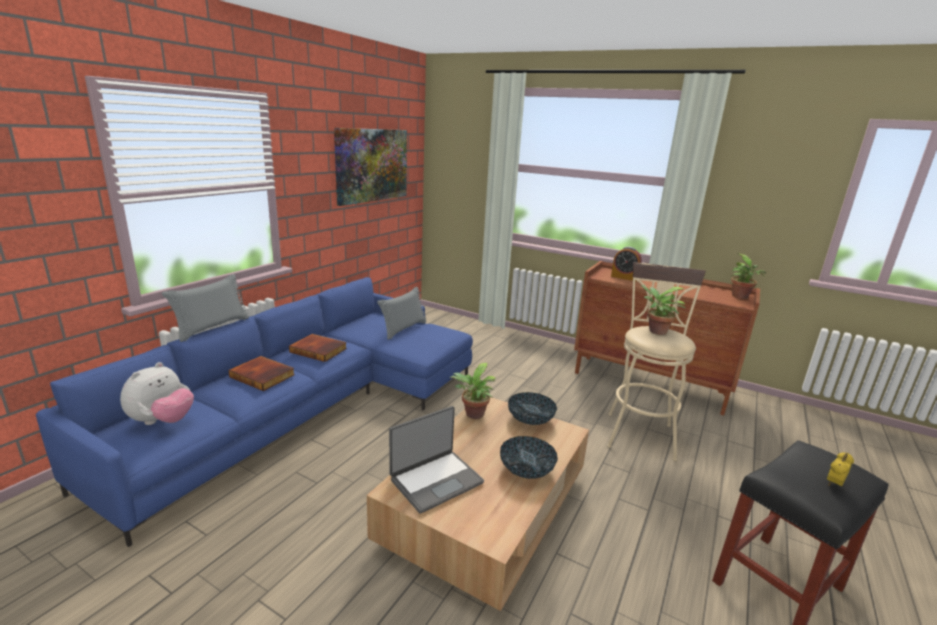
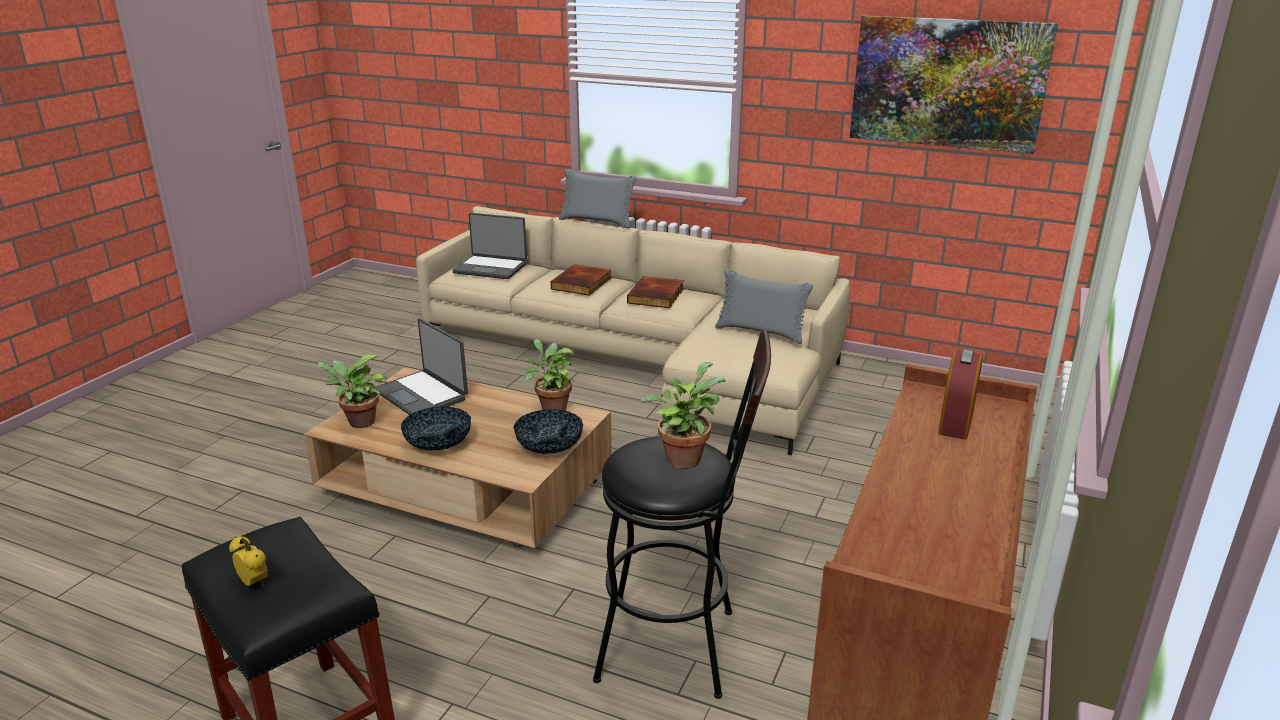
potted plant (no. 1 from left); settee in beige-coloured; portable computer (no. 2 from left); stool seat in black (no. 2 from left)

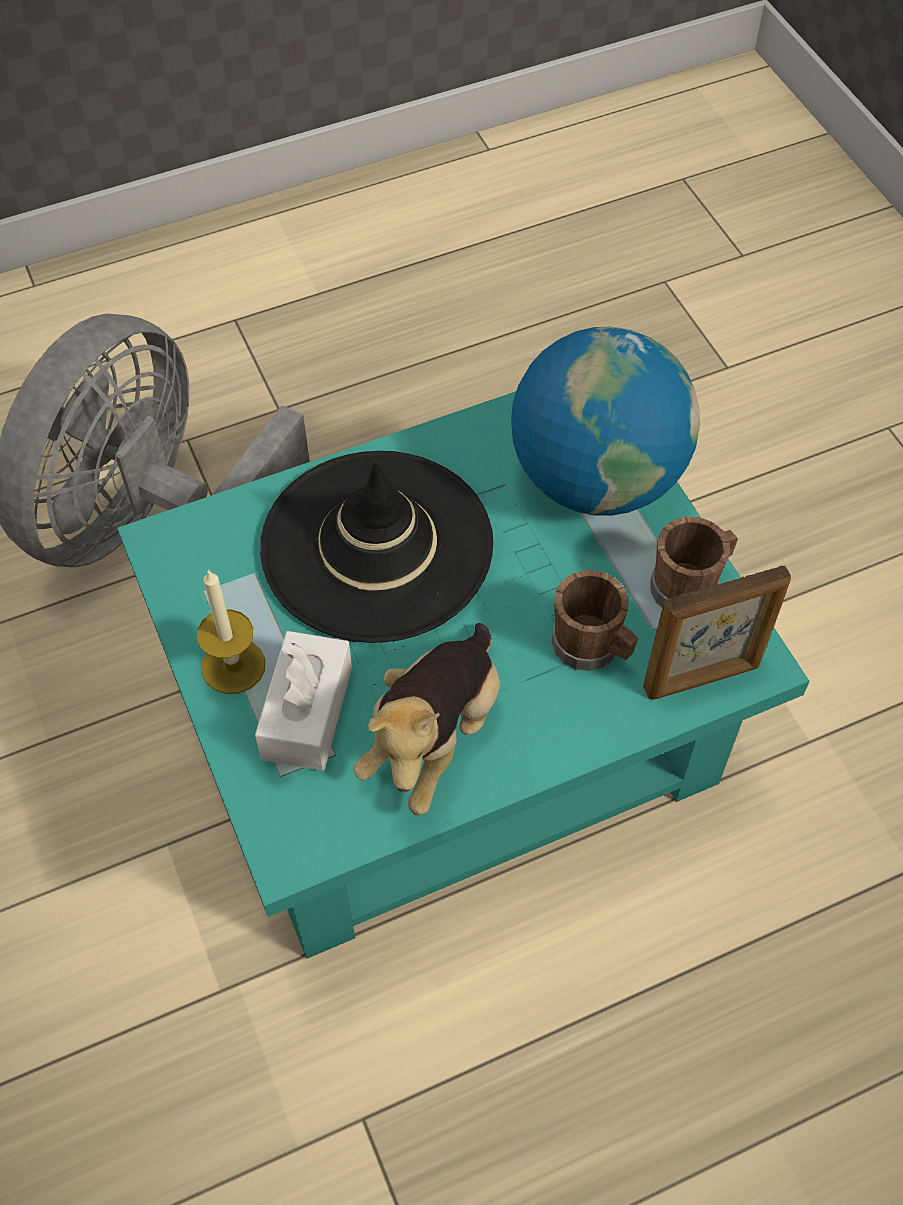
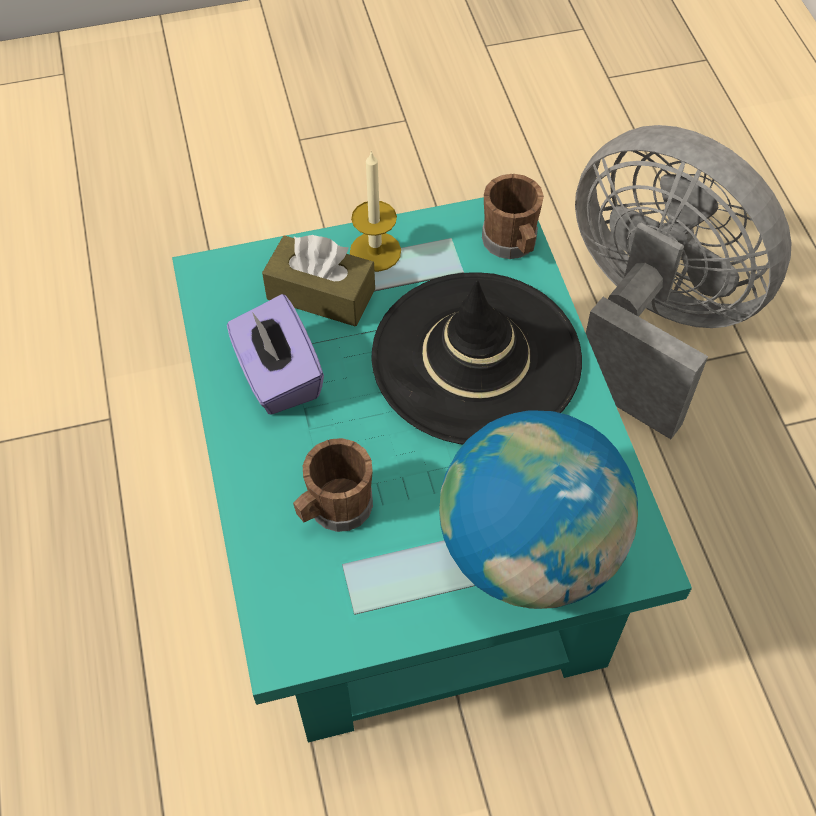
box of tissues in purplish; box of tissues in brown; tea mug in brown (no. 2 from left); picture frame

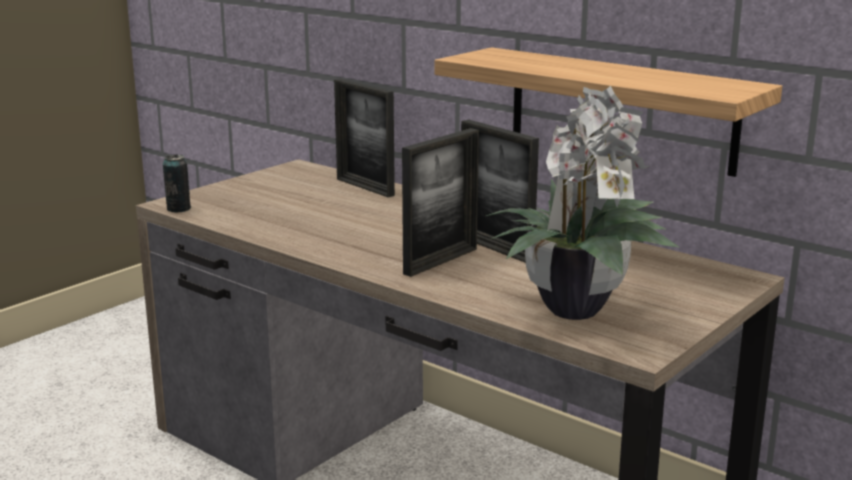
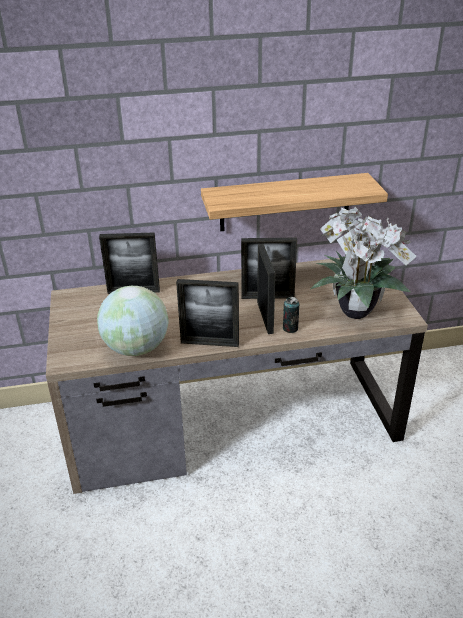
globe; picture frame (no. 2 from left); can

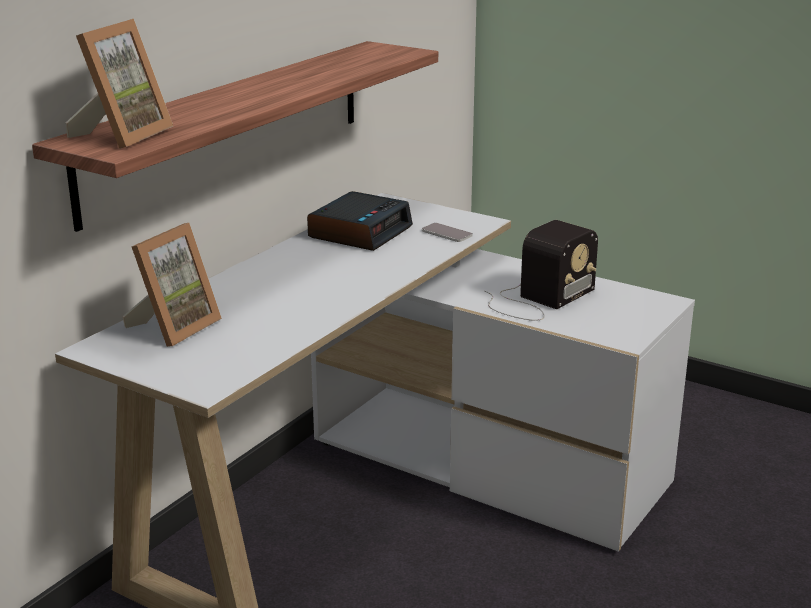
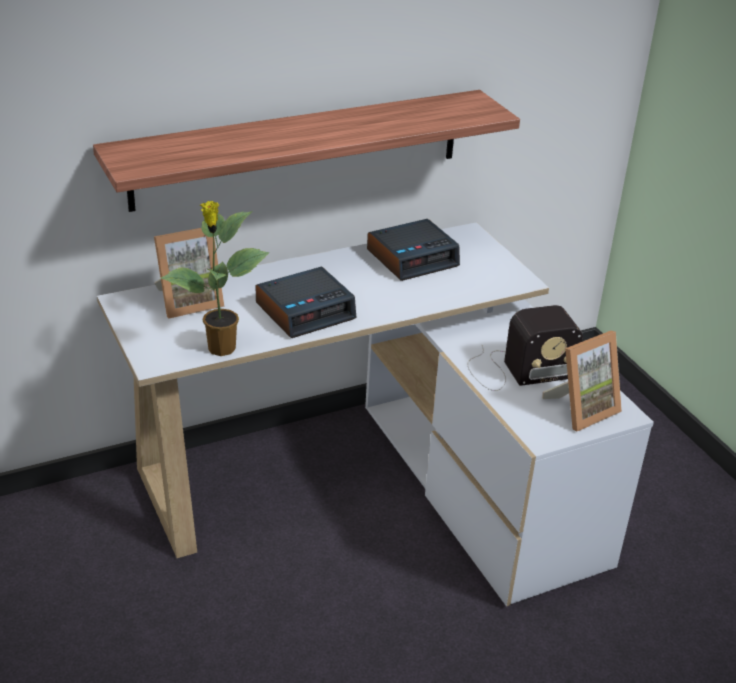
potted plant; alarm clock (no. 1 from left); picture frame (no. 2 from left); handset

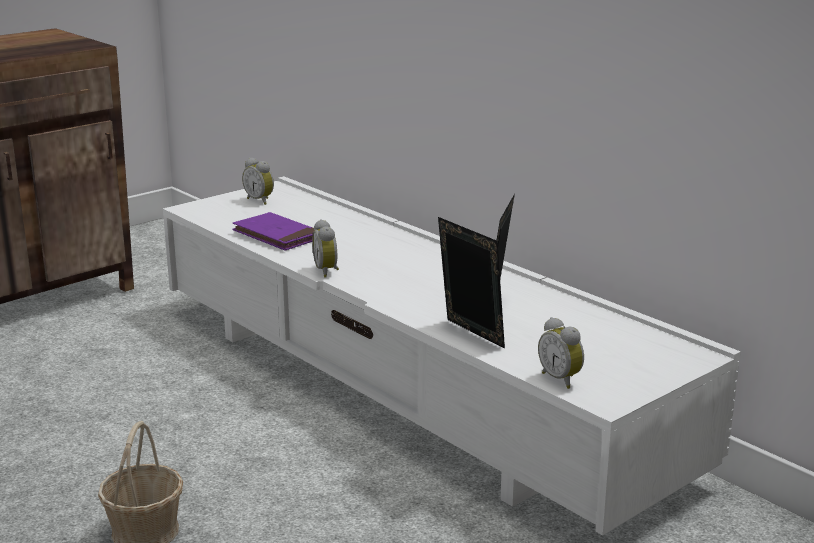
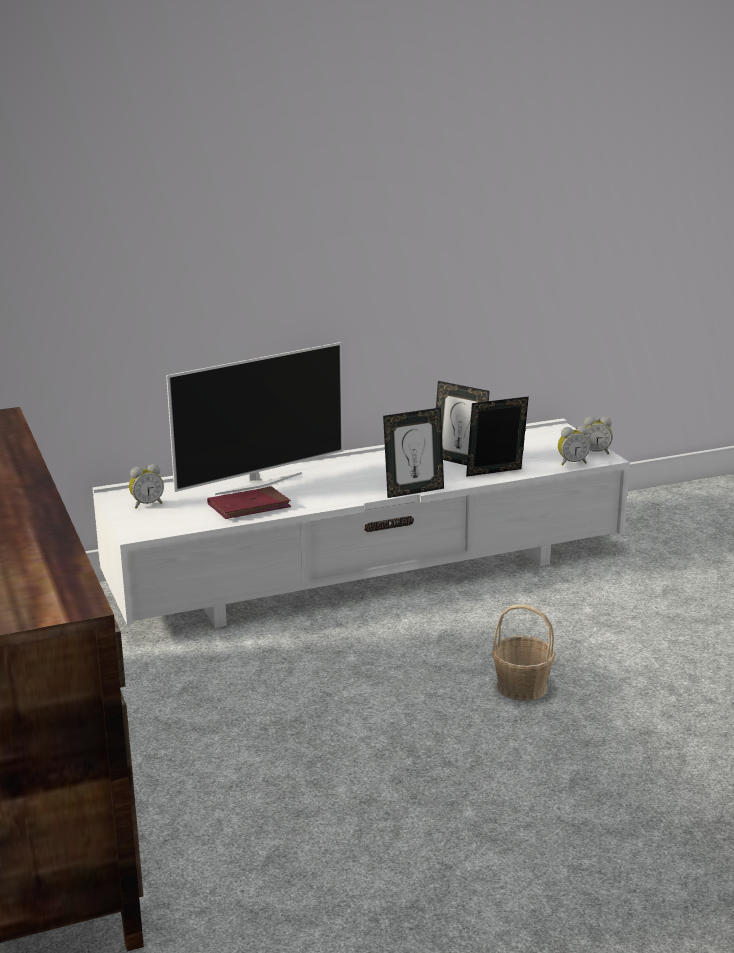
TV; book in reddish; picture frame (no. 1 from left); alarm clock (no. 3 from left)

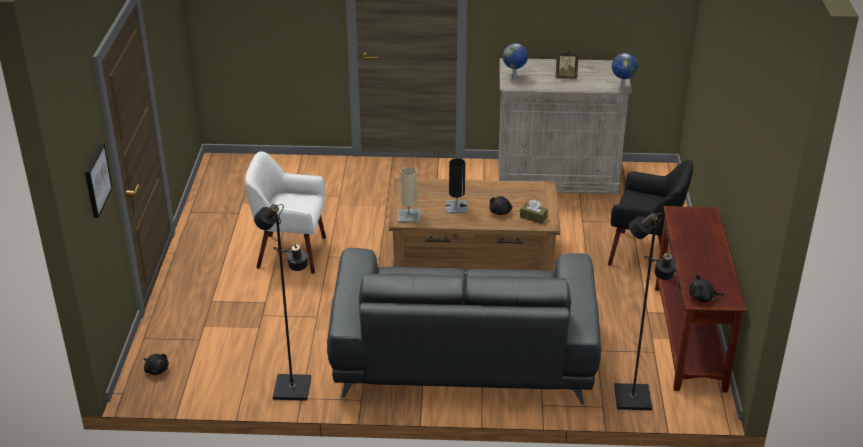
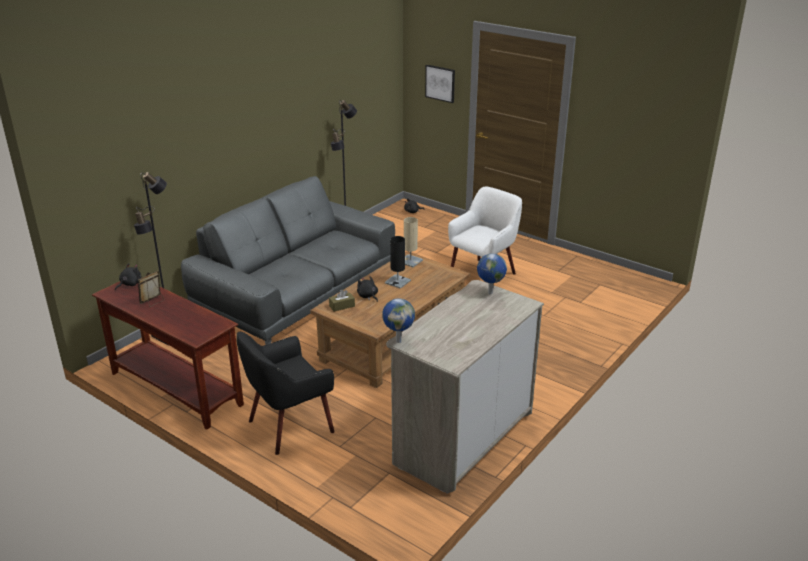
picture frame

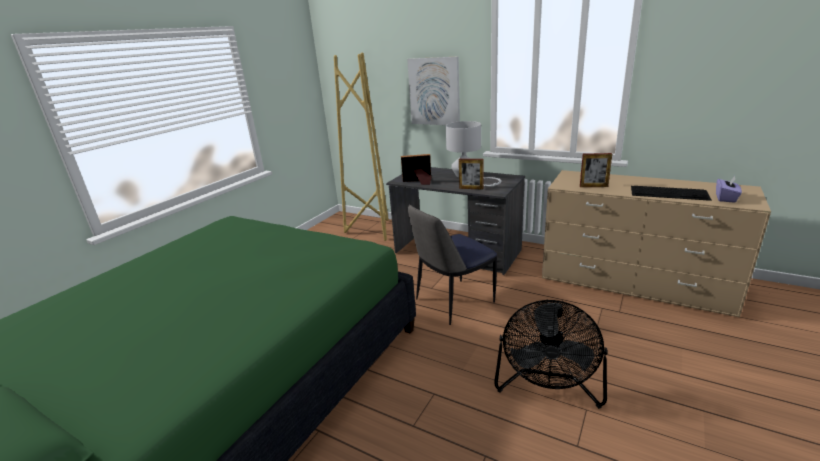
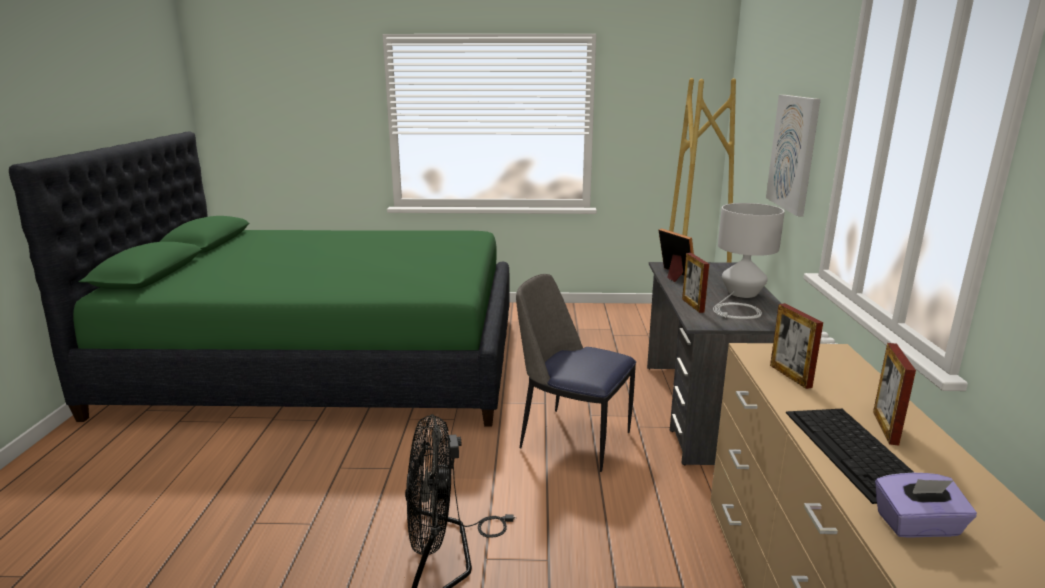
picture frame (no. 4 from left)

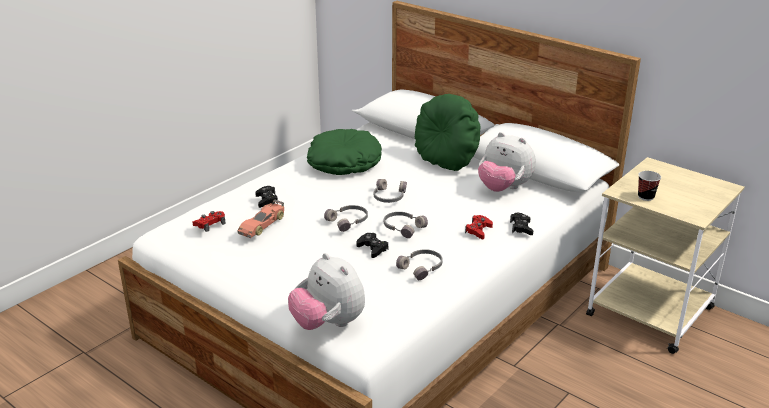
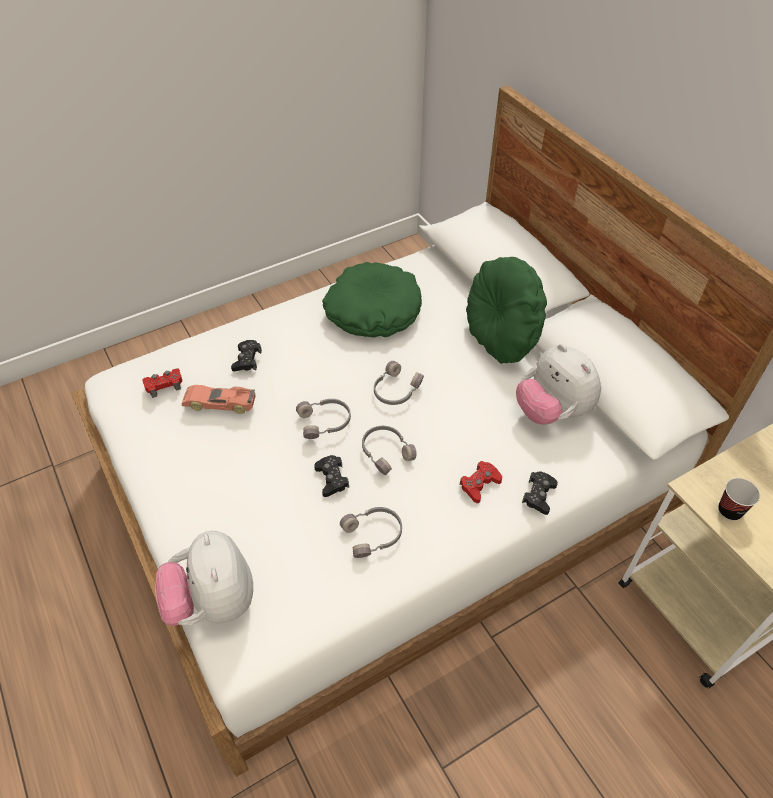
toy car

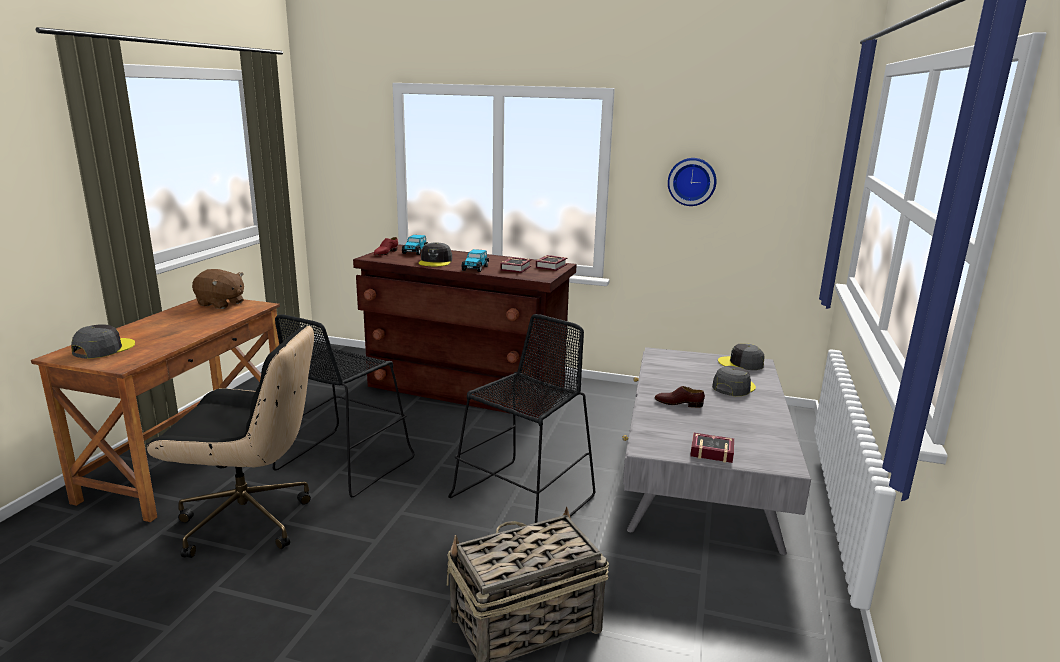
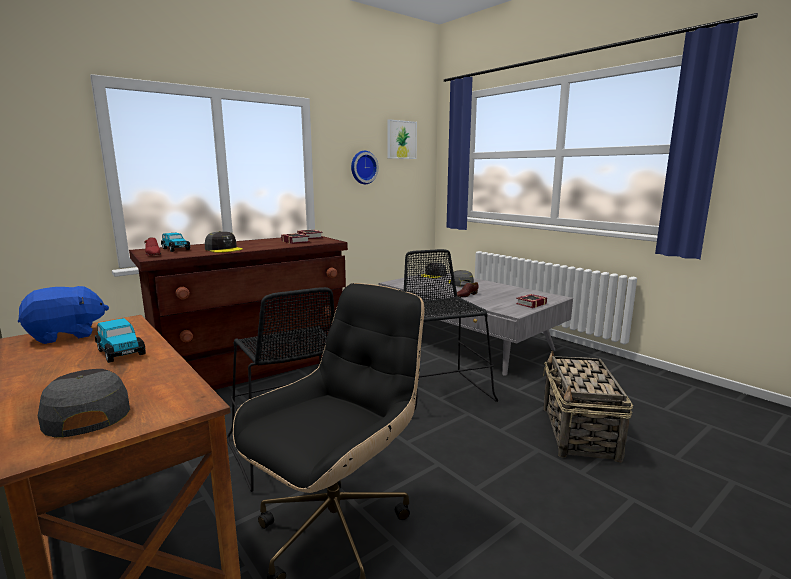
cuddly toy in bluish; toy car (no. 1 from left); wall picture

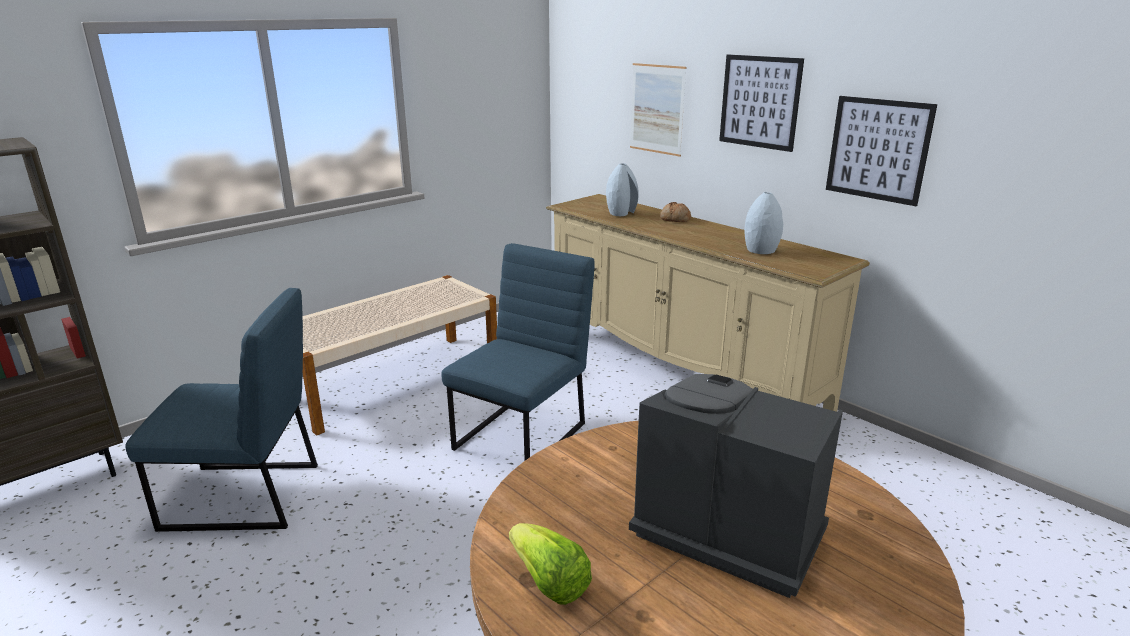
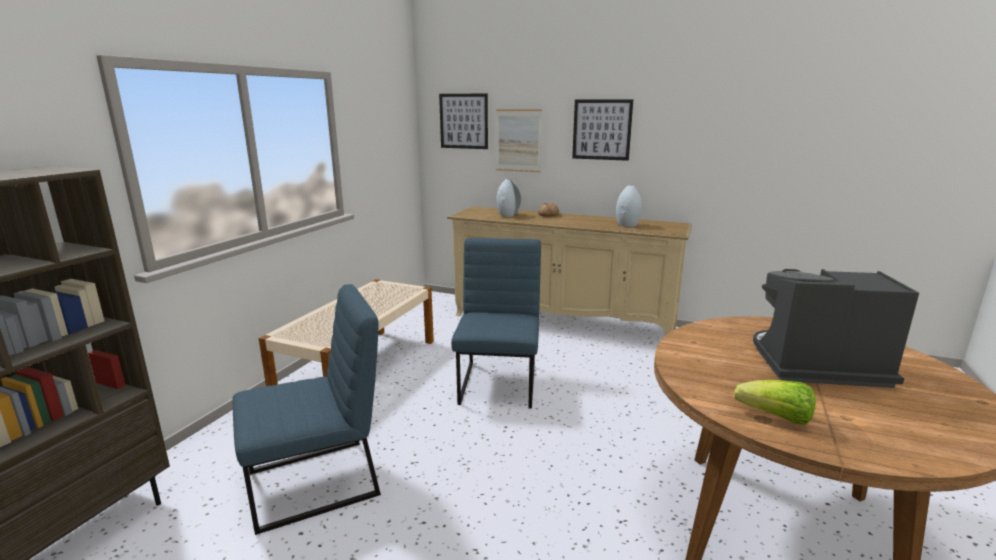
wall picture (no. 1 from left)

